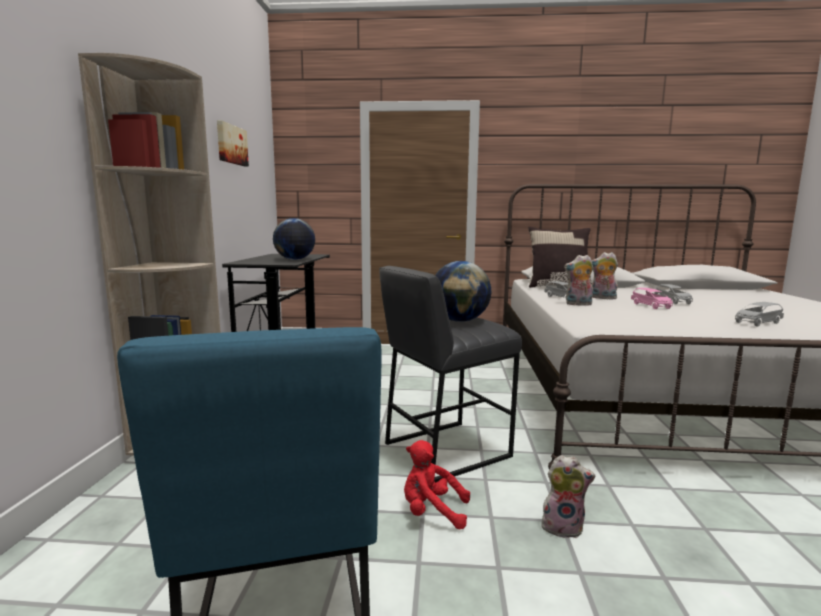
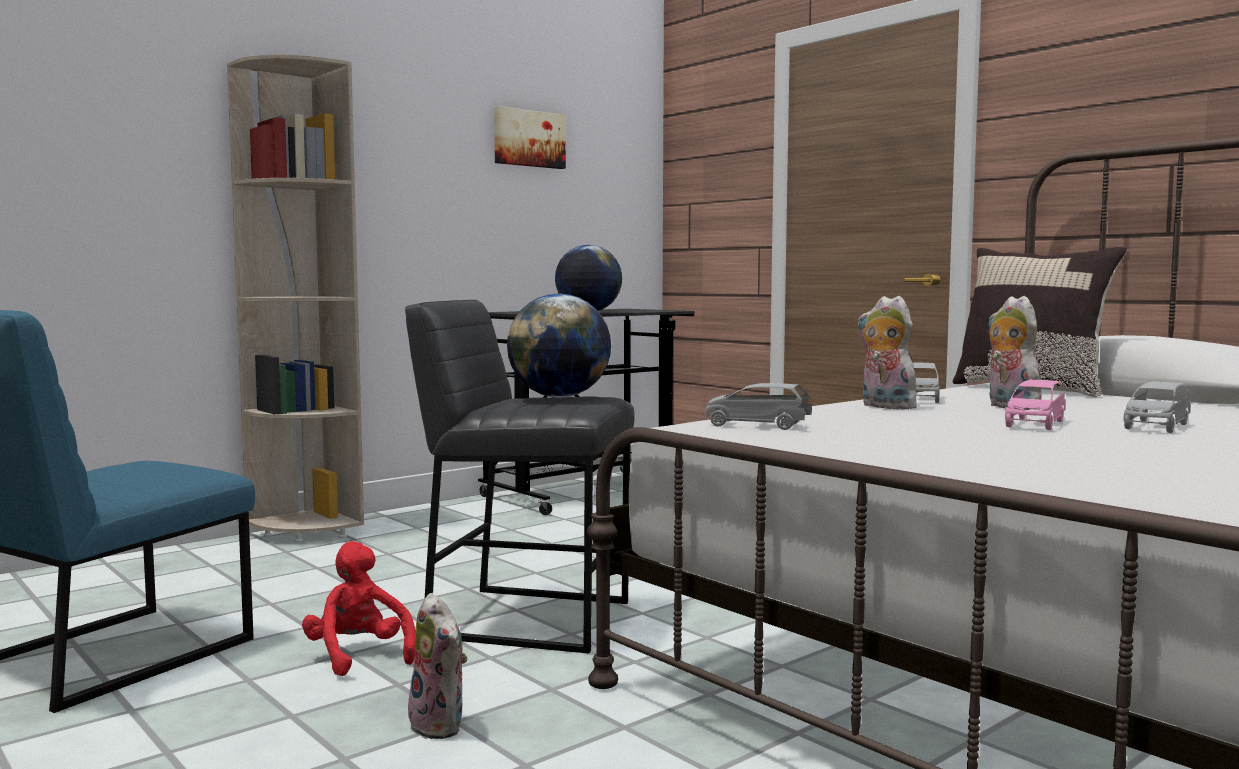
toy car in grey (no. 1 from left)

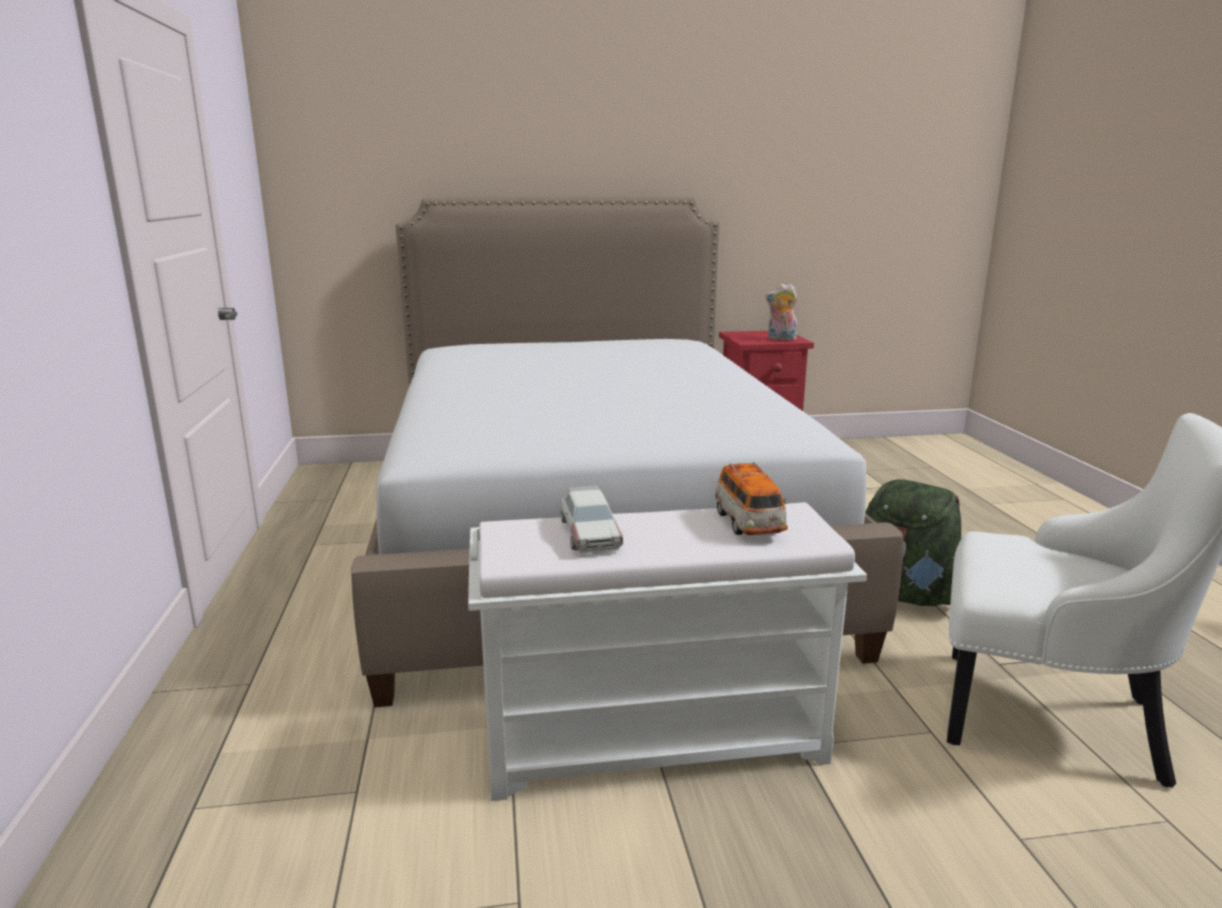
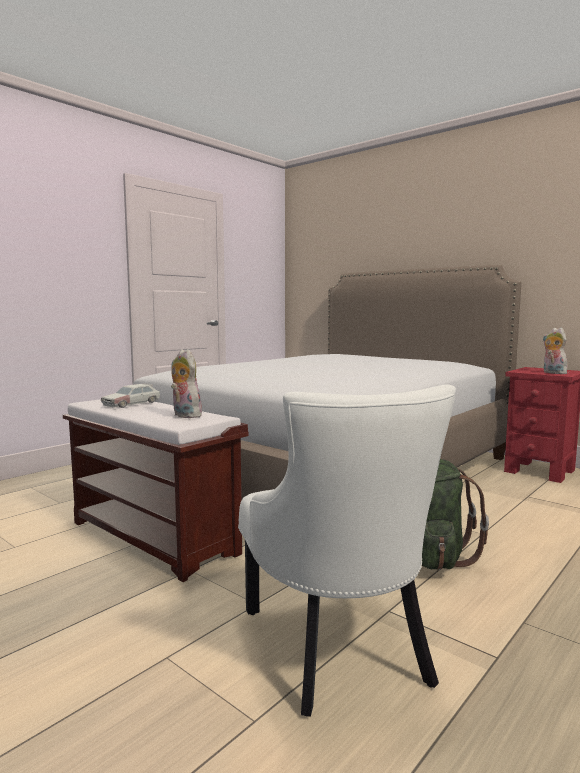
bench in brown; cuddly toy (no. 1 from left)

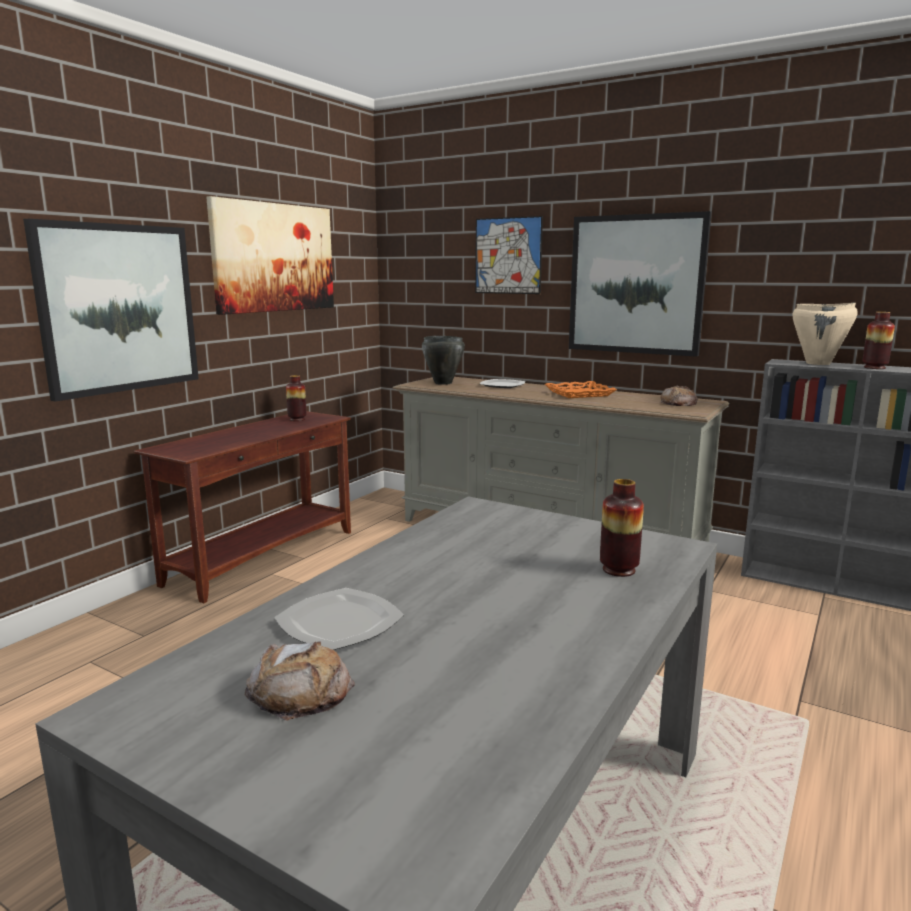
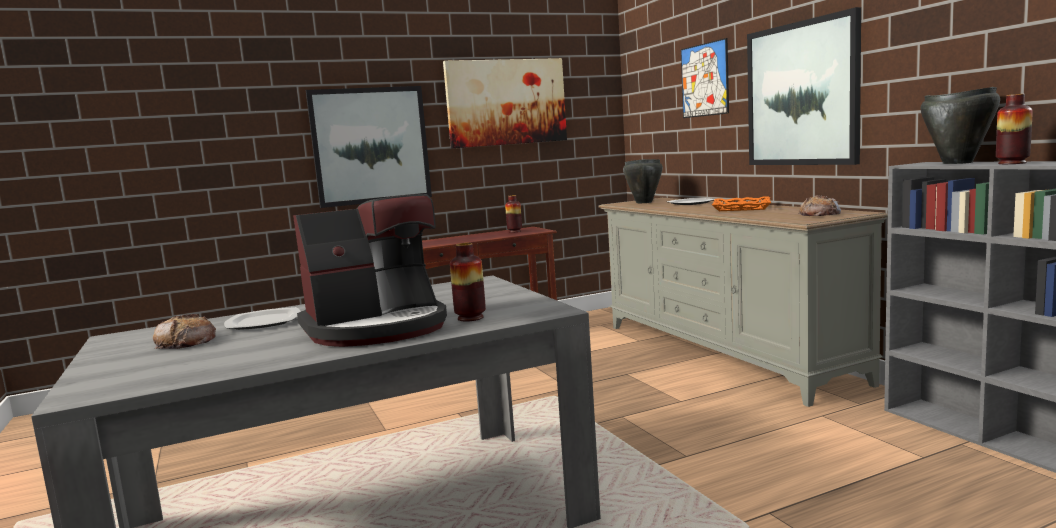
coffee maker; cooking pot in black (no. 2 from left)

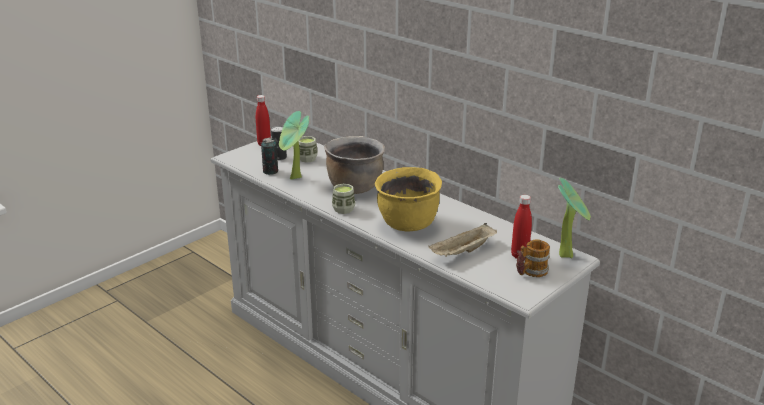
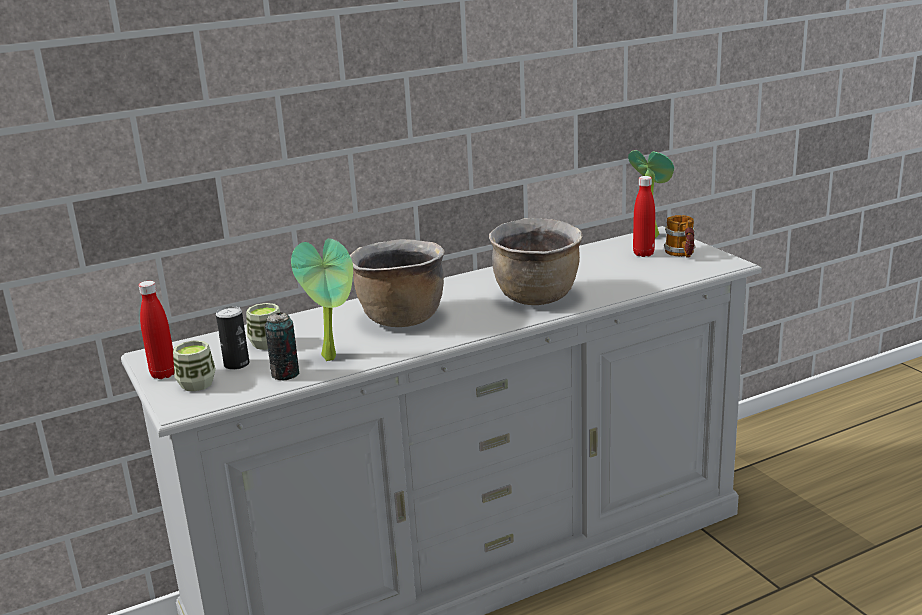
cup (no. 1 from left); cooking pot in brown (no. 2 from left); tray in beige-coloured

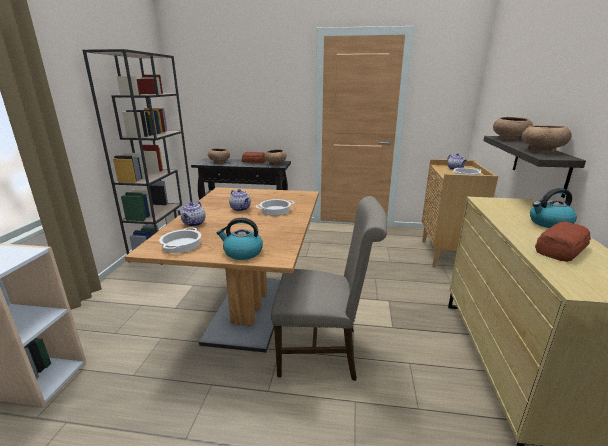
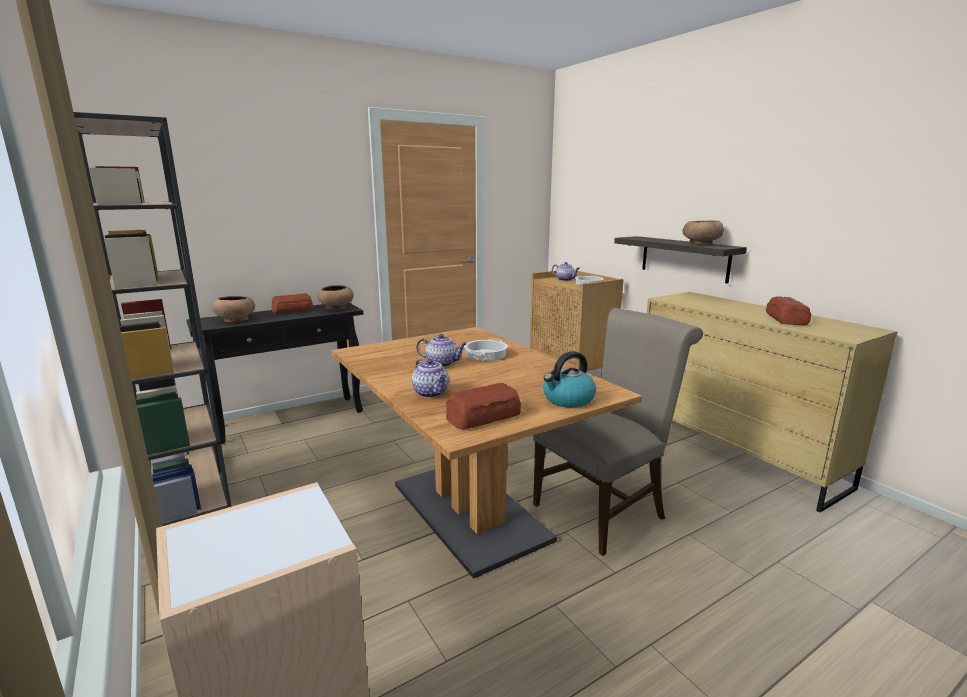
bakery bread (no. 2 from left); bowl in brown (no. 3 from left in the first image); water kettle (no. 2 from left in the first image)

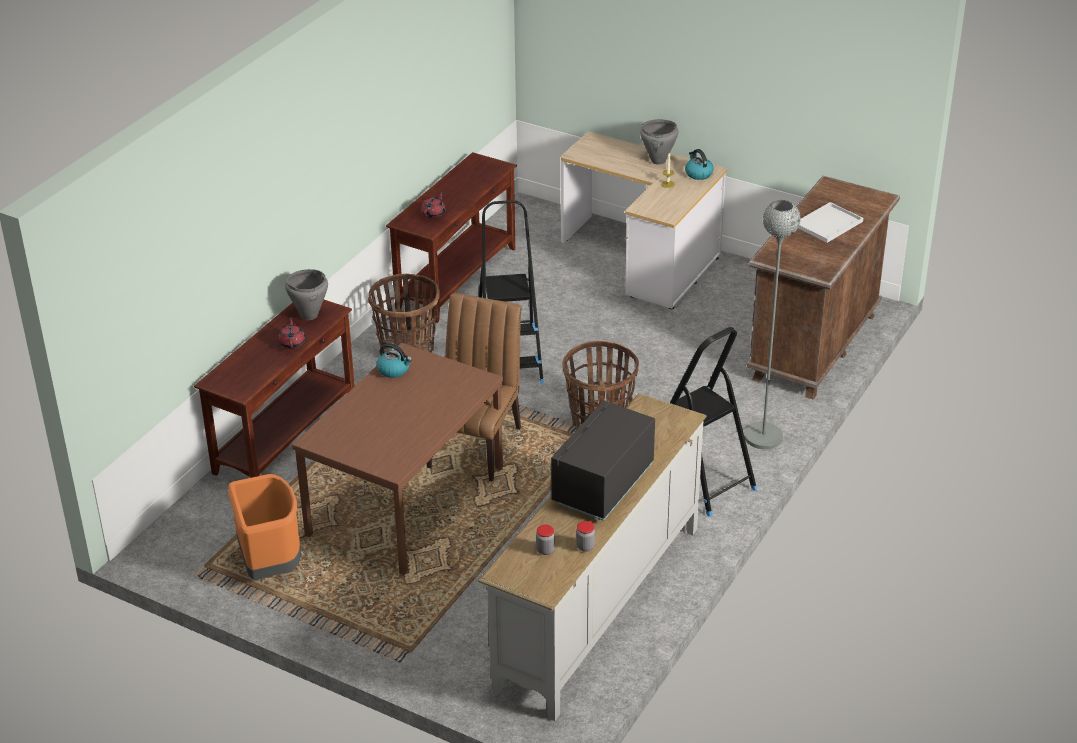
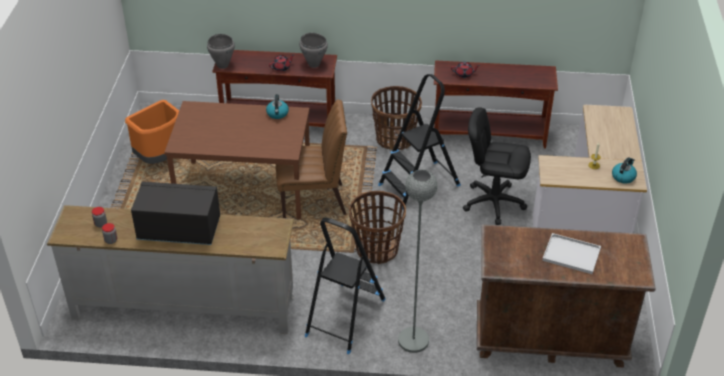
cooking pot in grey (no. 1 from left); office chair in black

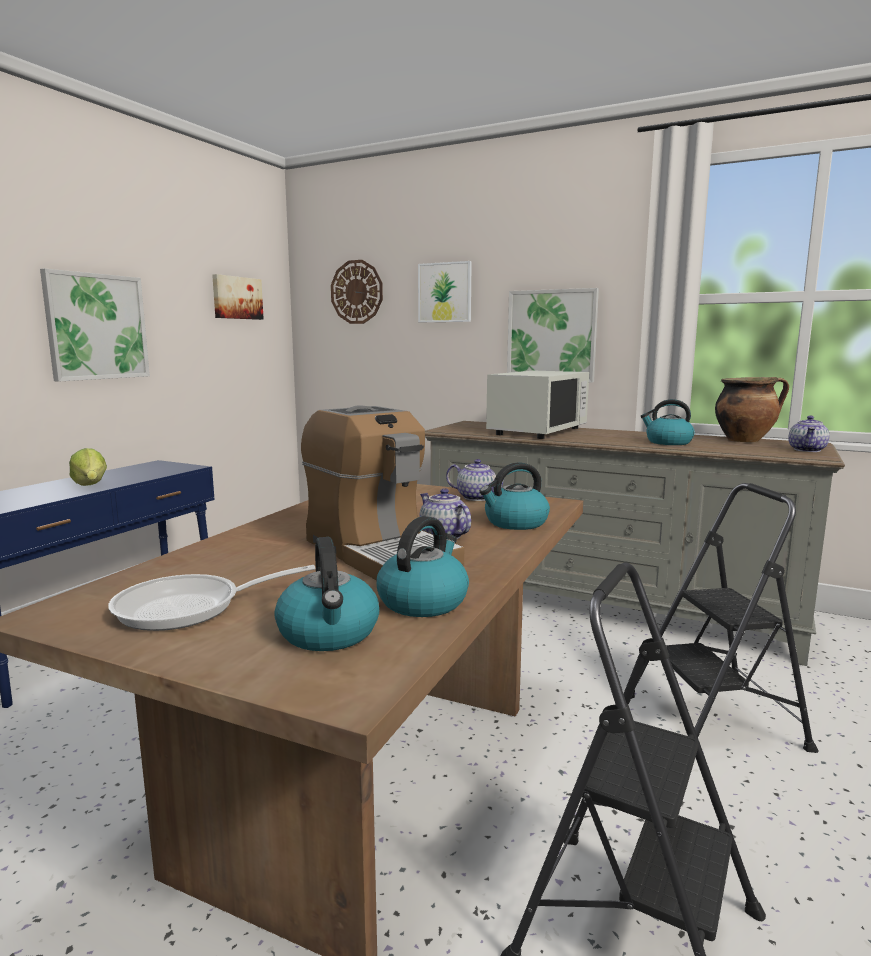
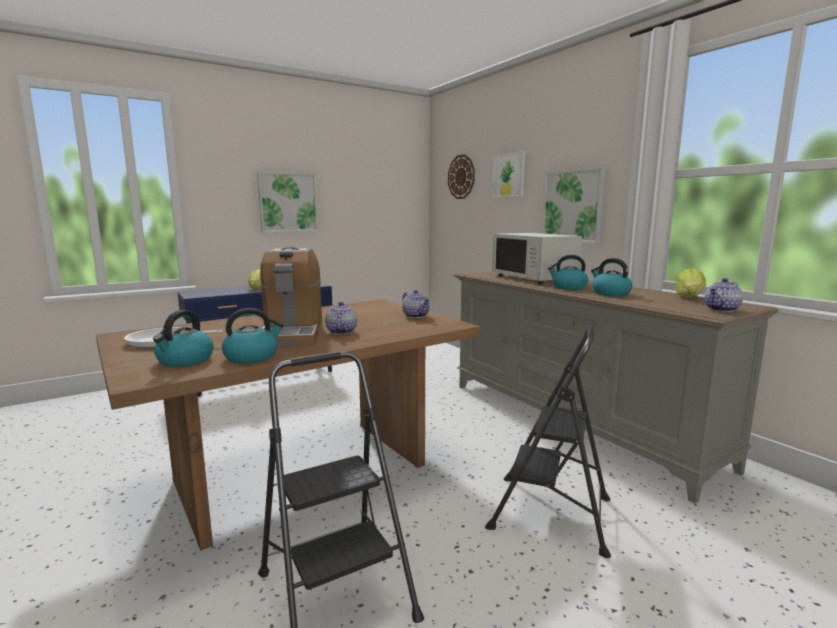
microwave in white; water kettle (no. 3 from left); lettuce head (no. 2 from left); wall picture (no. 2 from left in the first image)

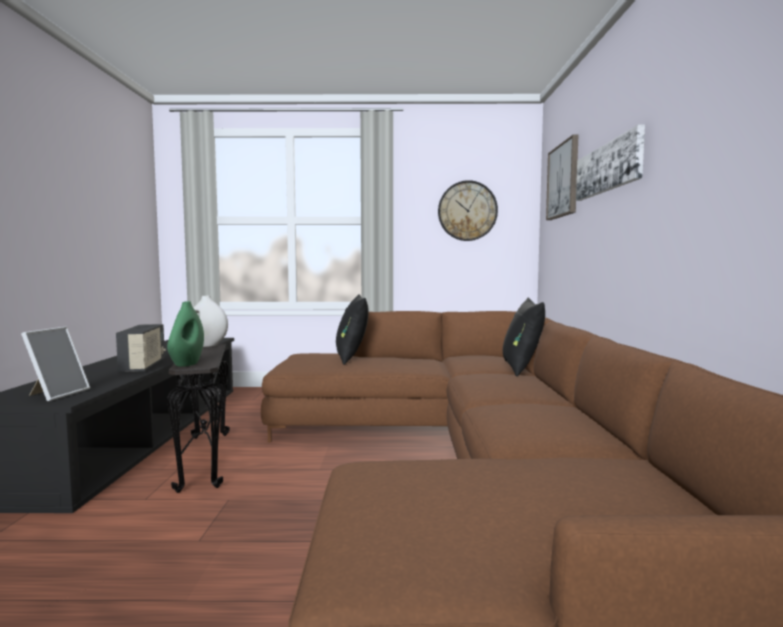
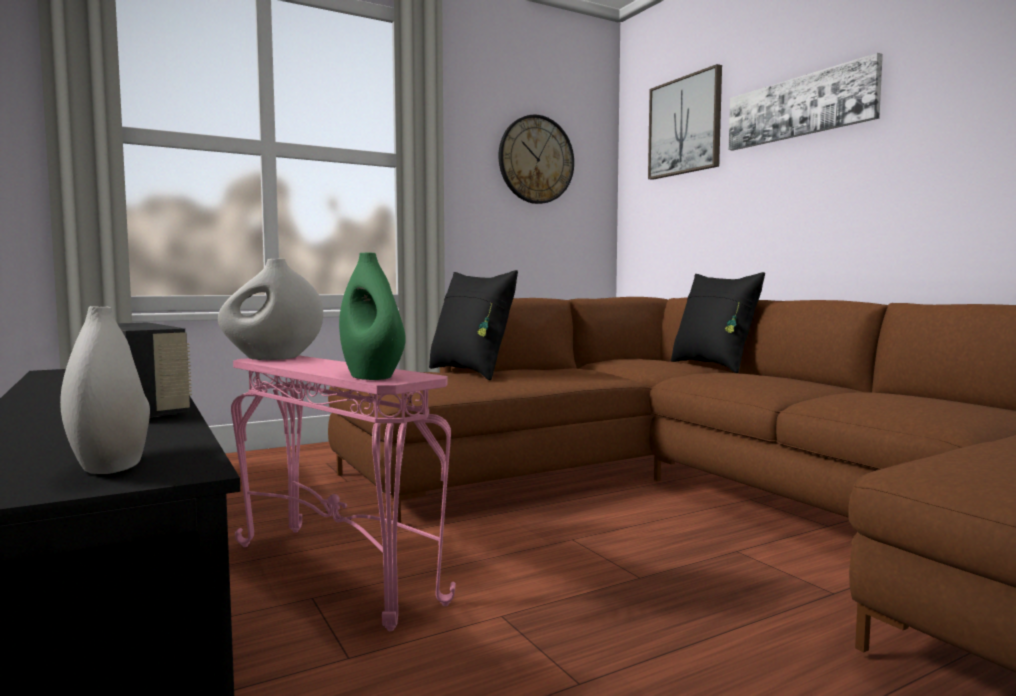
vase in white (no. 1 from left); side table in pink

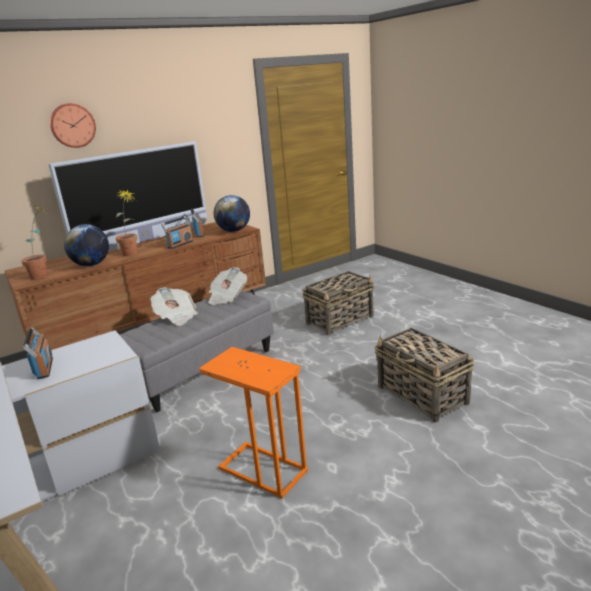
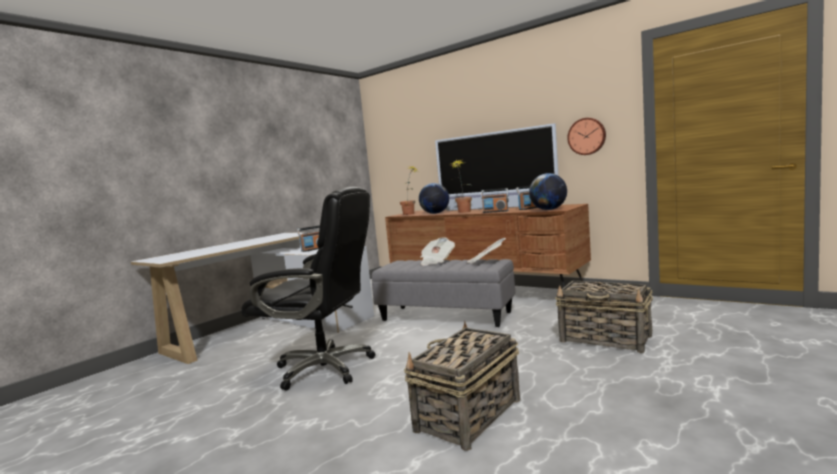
office chair in black; clock on the wall

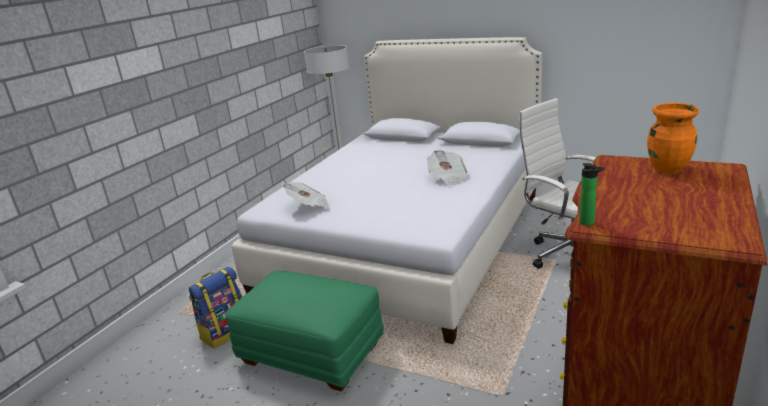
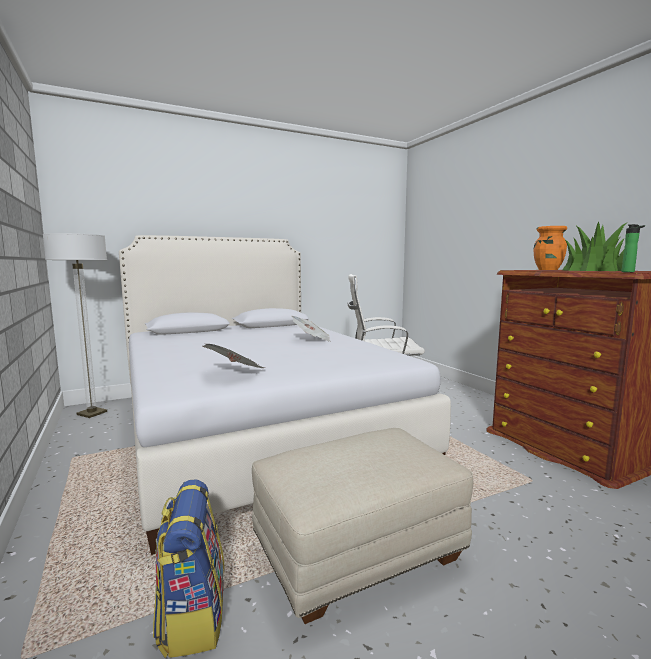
ottoman in beige-coloured; potted plant

